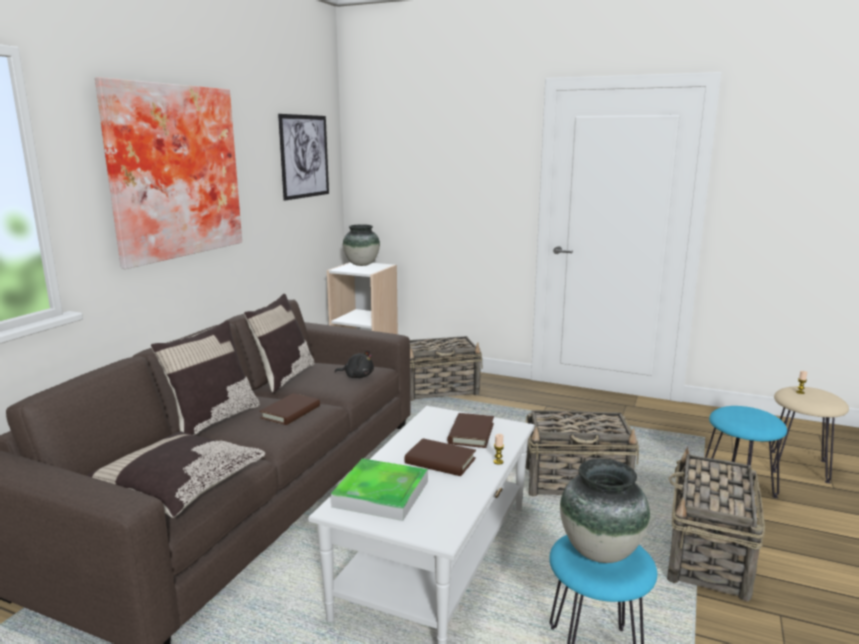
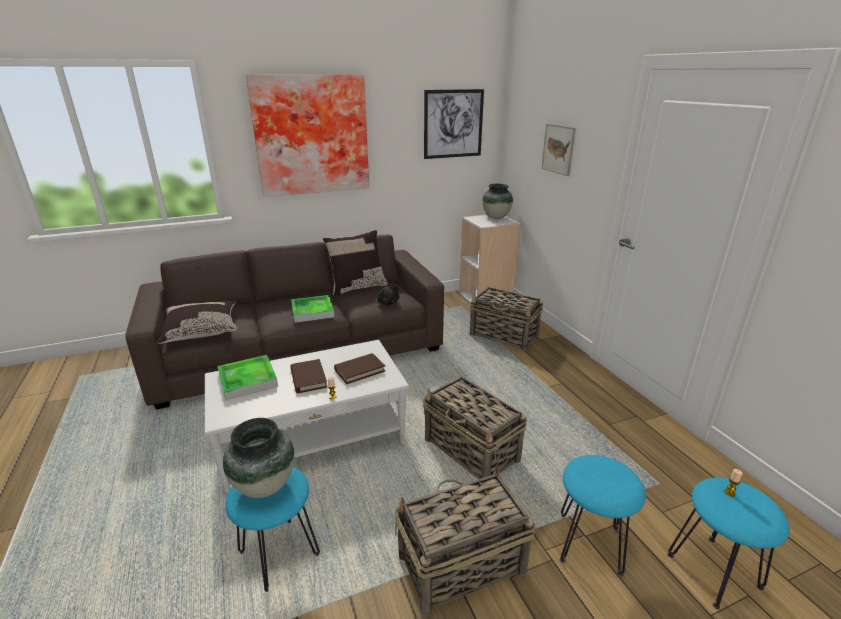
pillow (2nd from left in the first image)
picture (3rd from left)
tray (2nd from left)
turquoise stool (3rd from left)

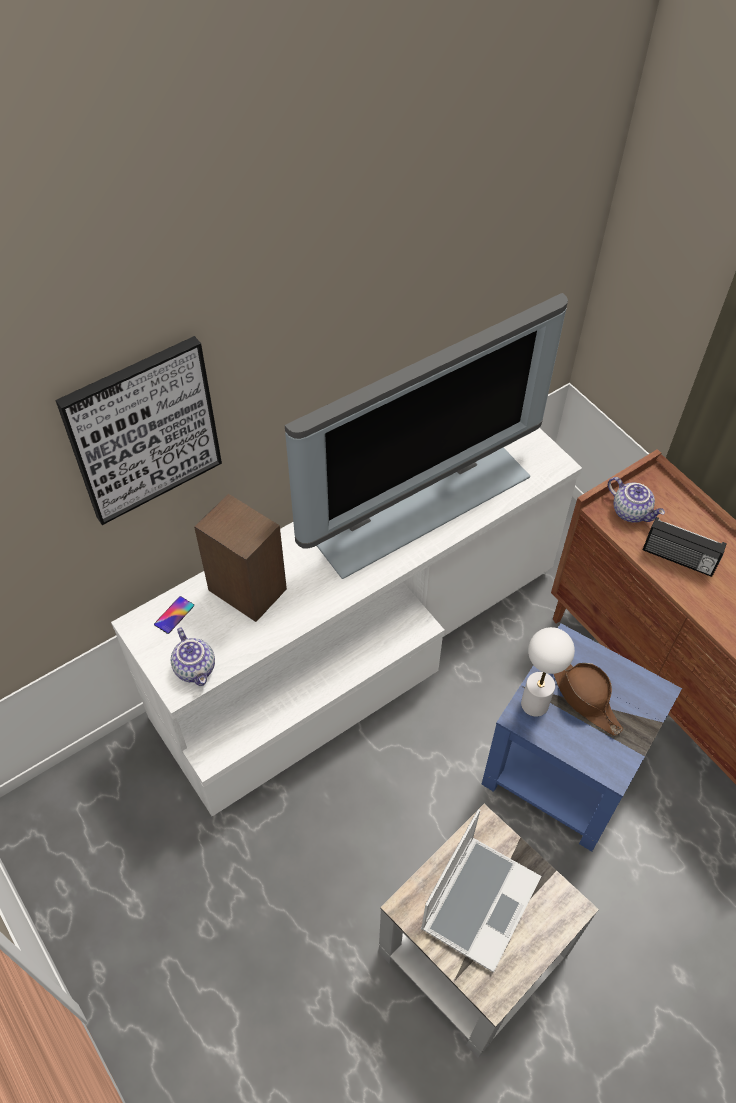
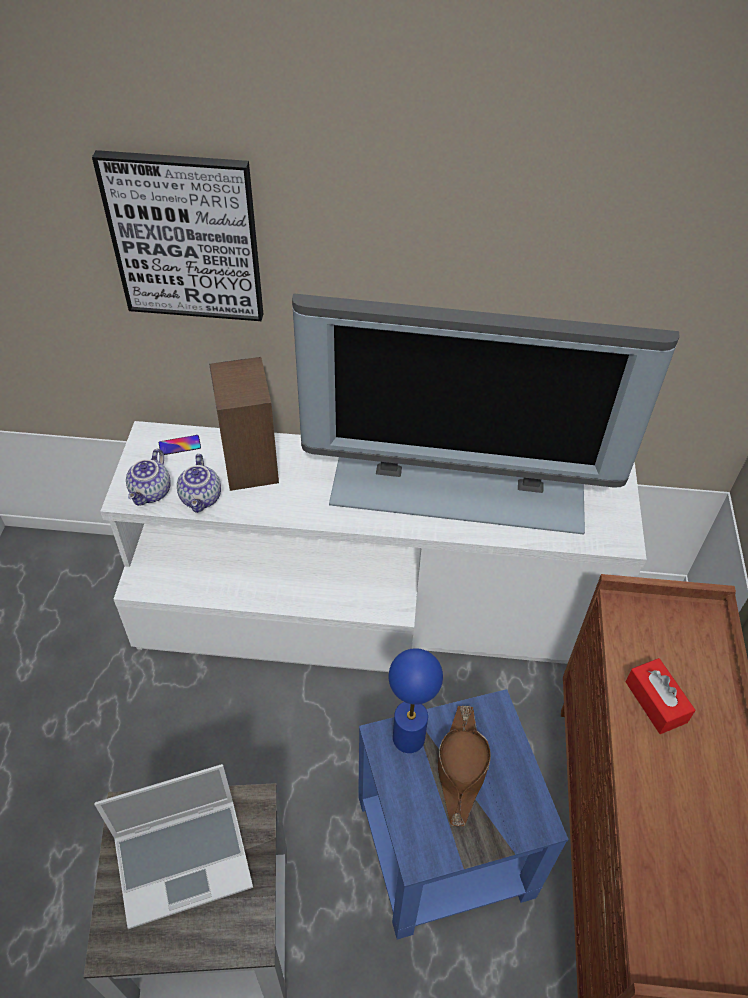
teapot (2nd from left)
red tissue box
blue table lamp

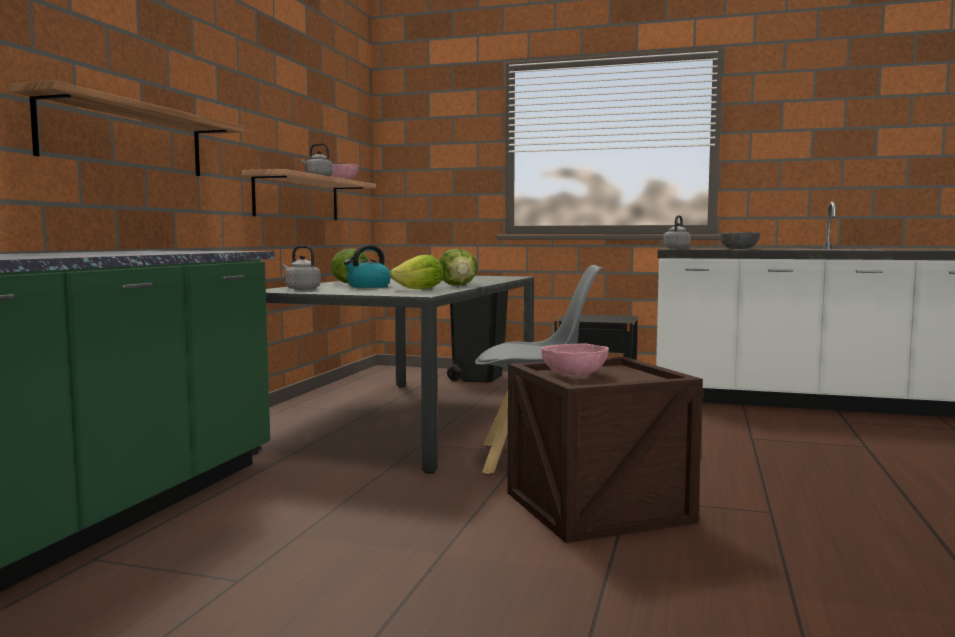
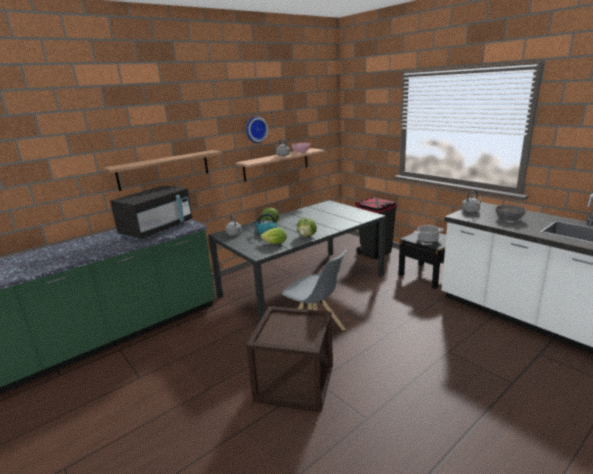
pink bowl (2nd from left in the first image)
black microwave
wall clock
cooking pot

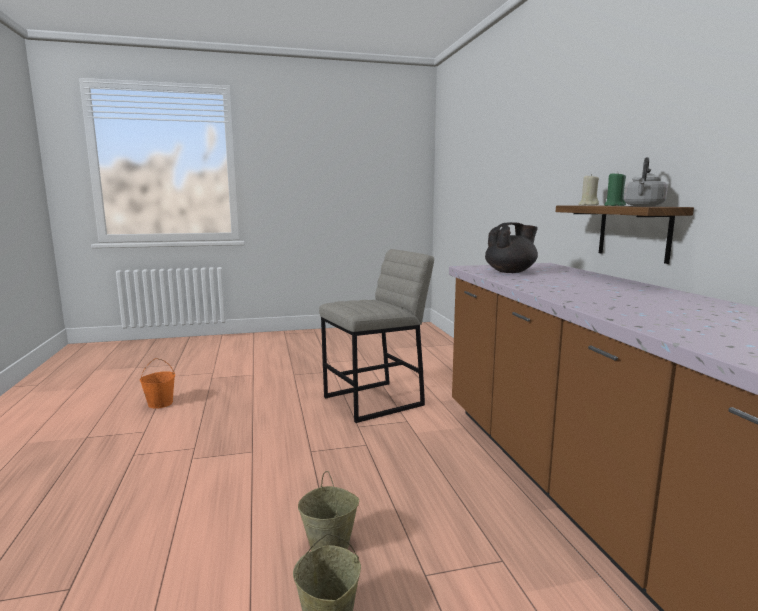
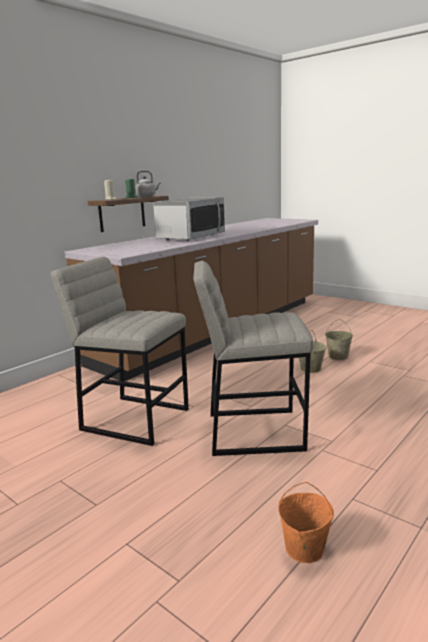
black teapot
microwave
grey chair (2nd from left)

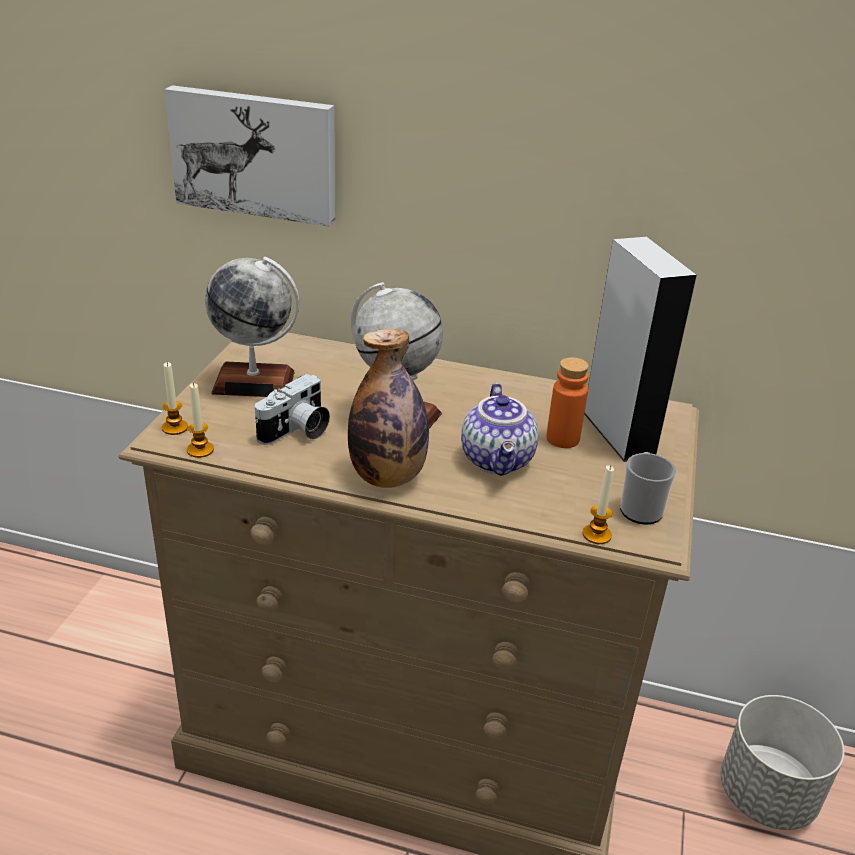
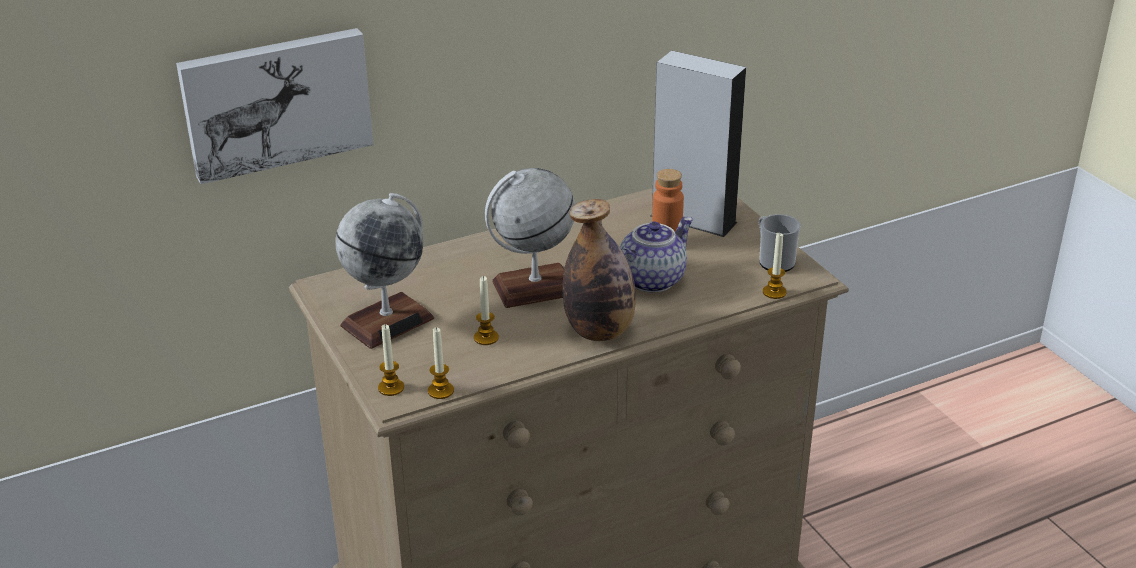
grey planter
candle (3rd from left)
teapot

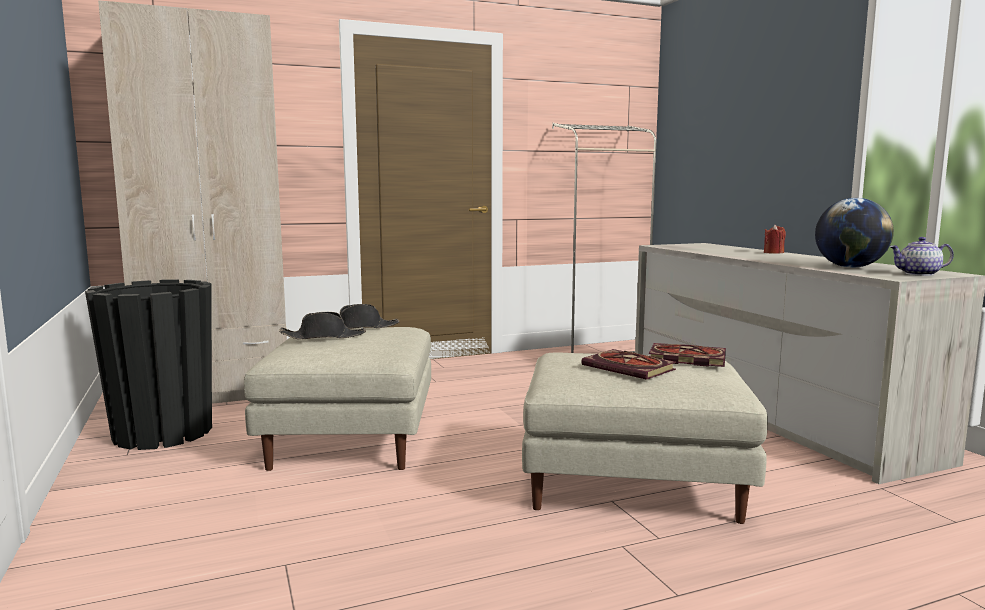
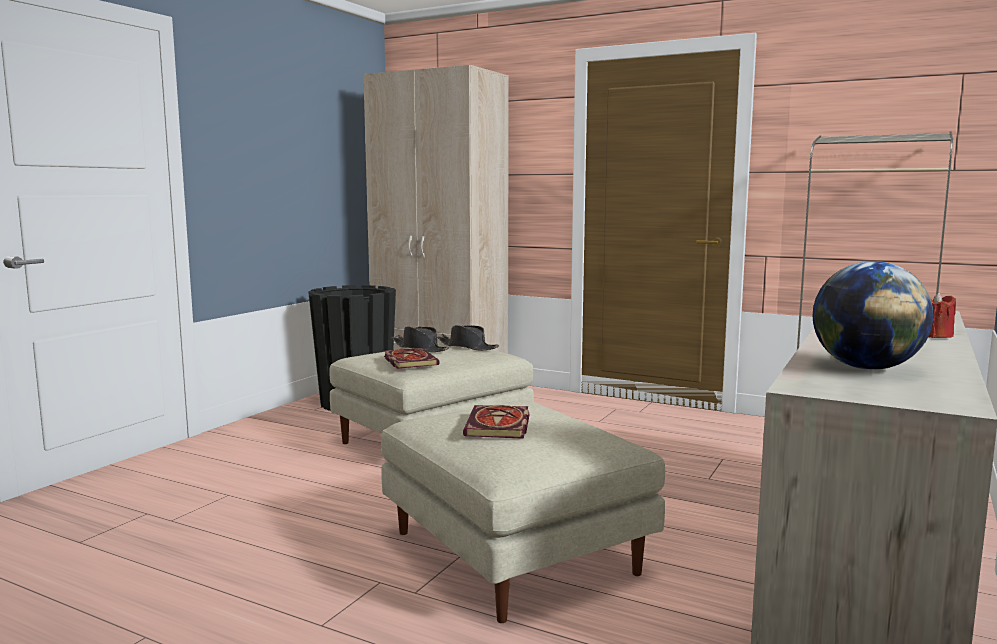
teapot
book (1st from left)

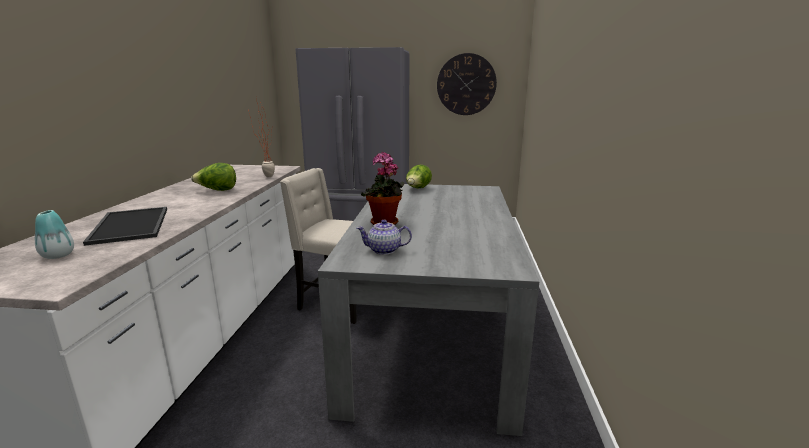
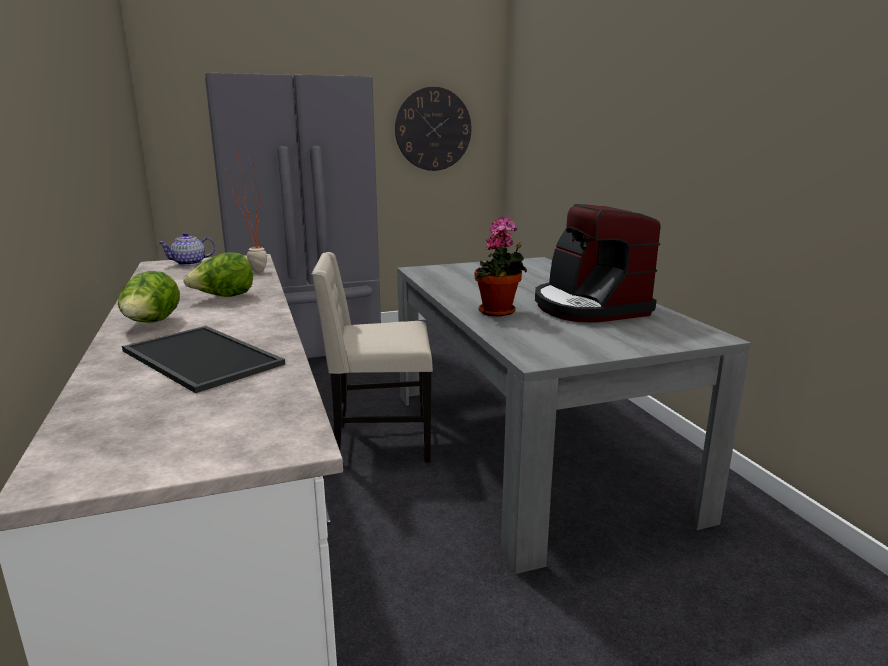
vase
coffee machine
teapot
lettuce (1st from left)

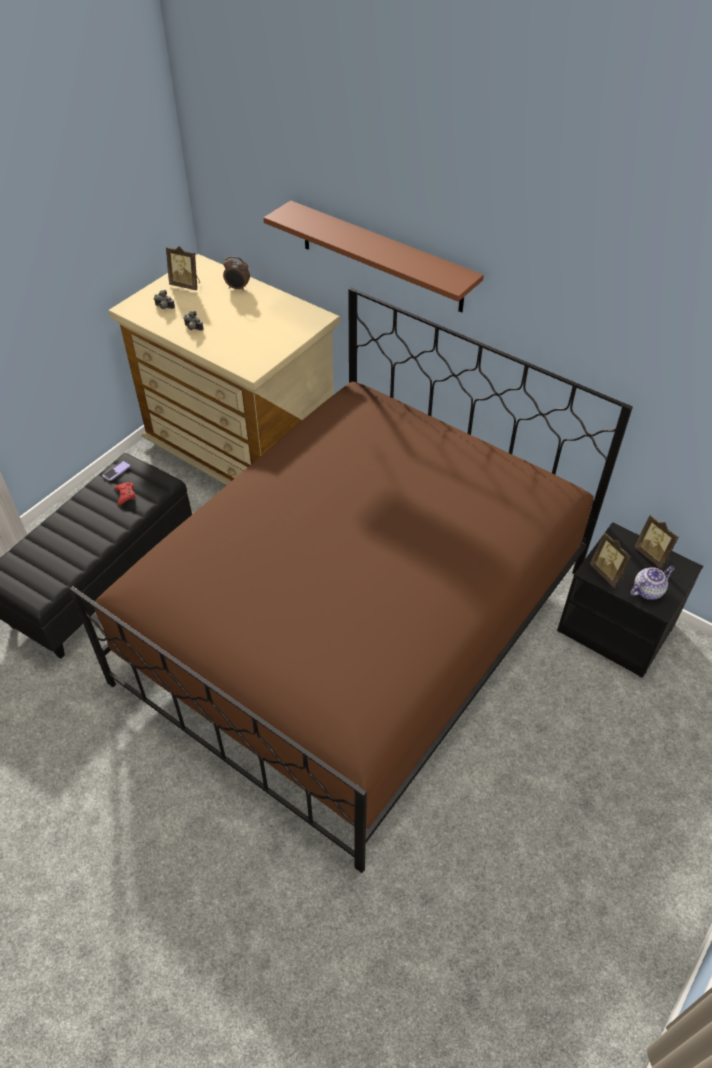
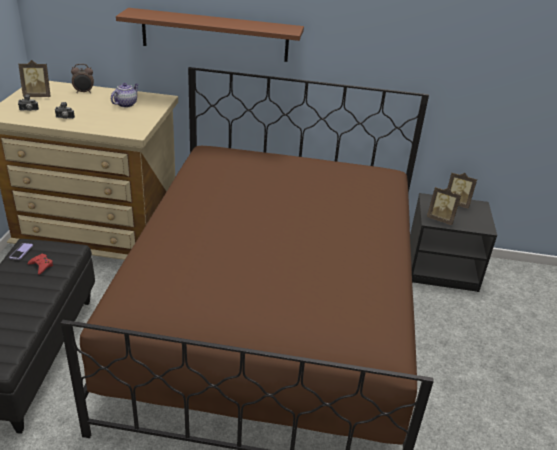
teapot

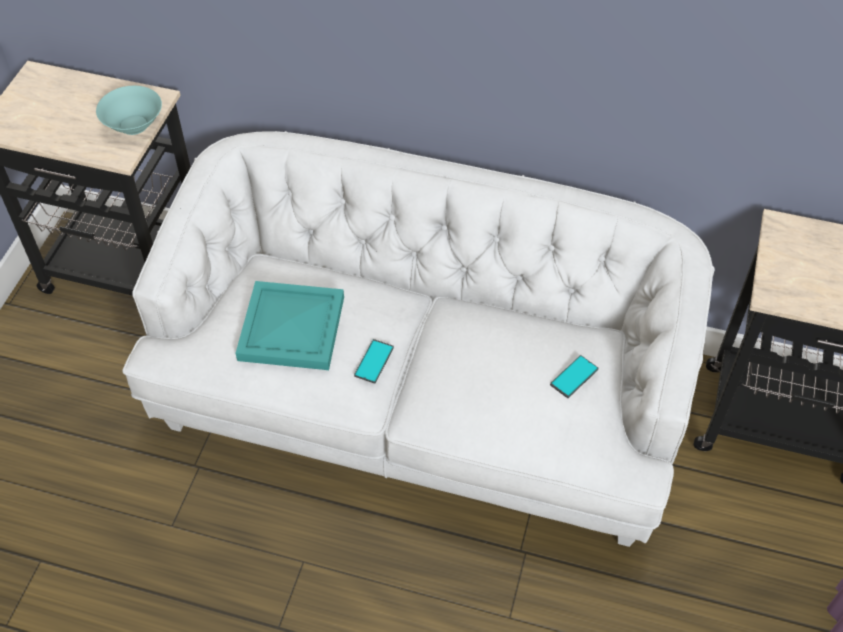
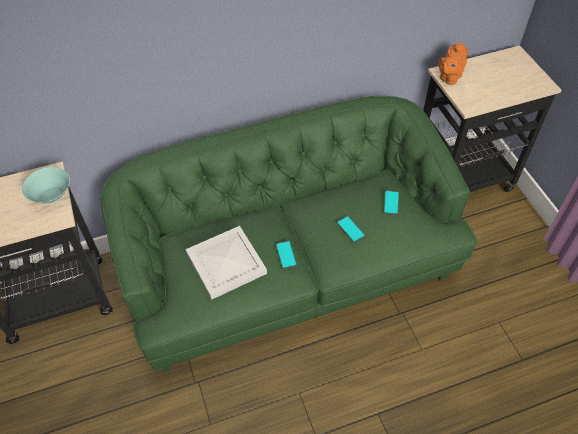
phone (2nd from left)
orange teapot
green sofa
white tray

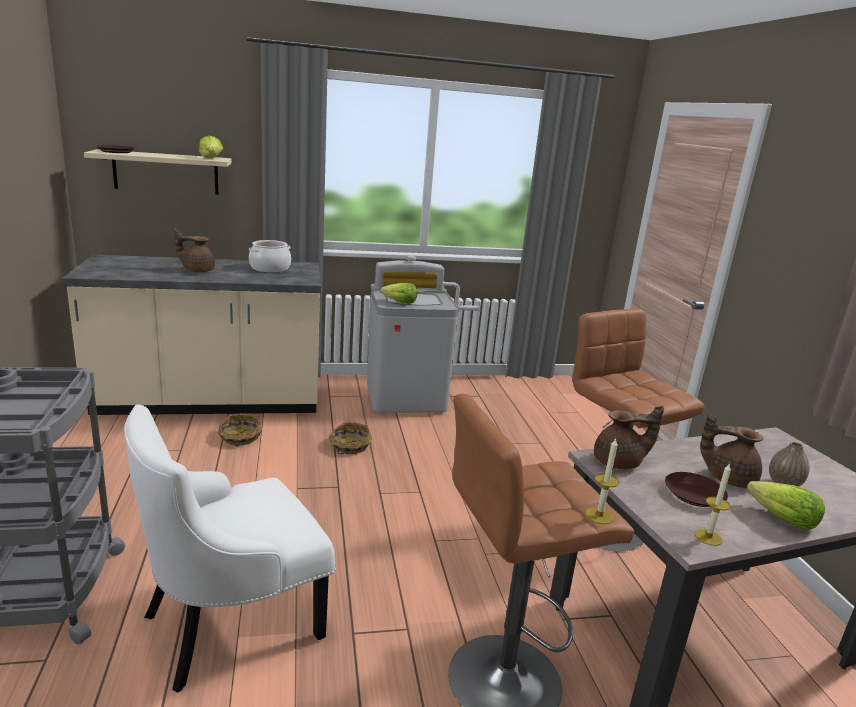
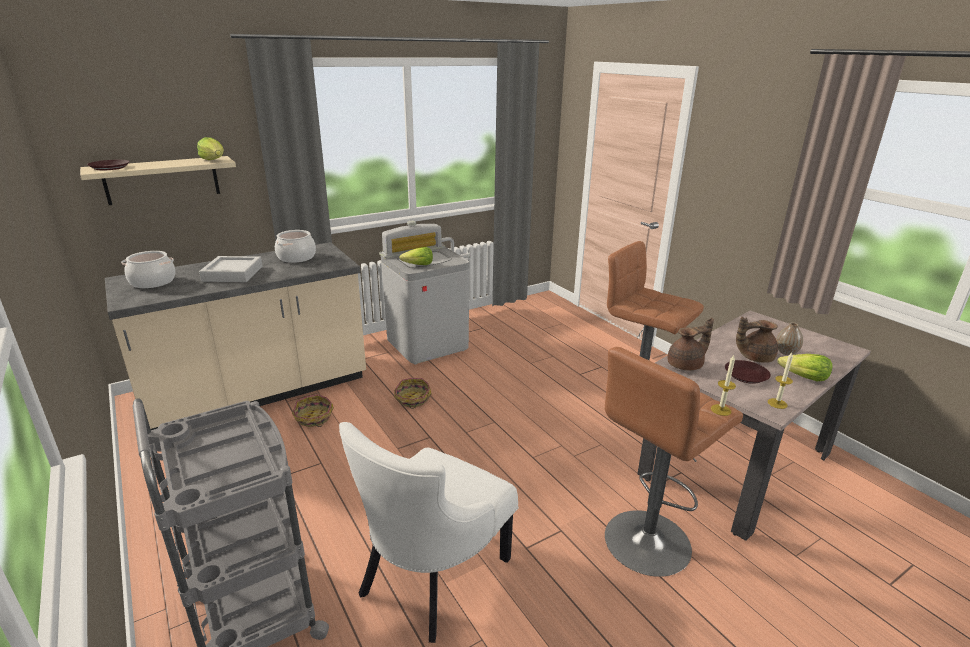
cooking pot (1st from left)
grey tray

